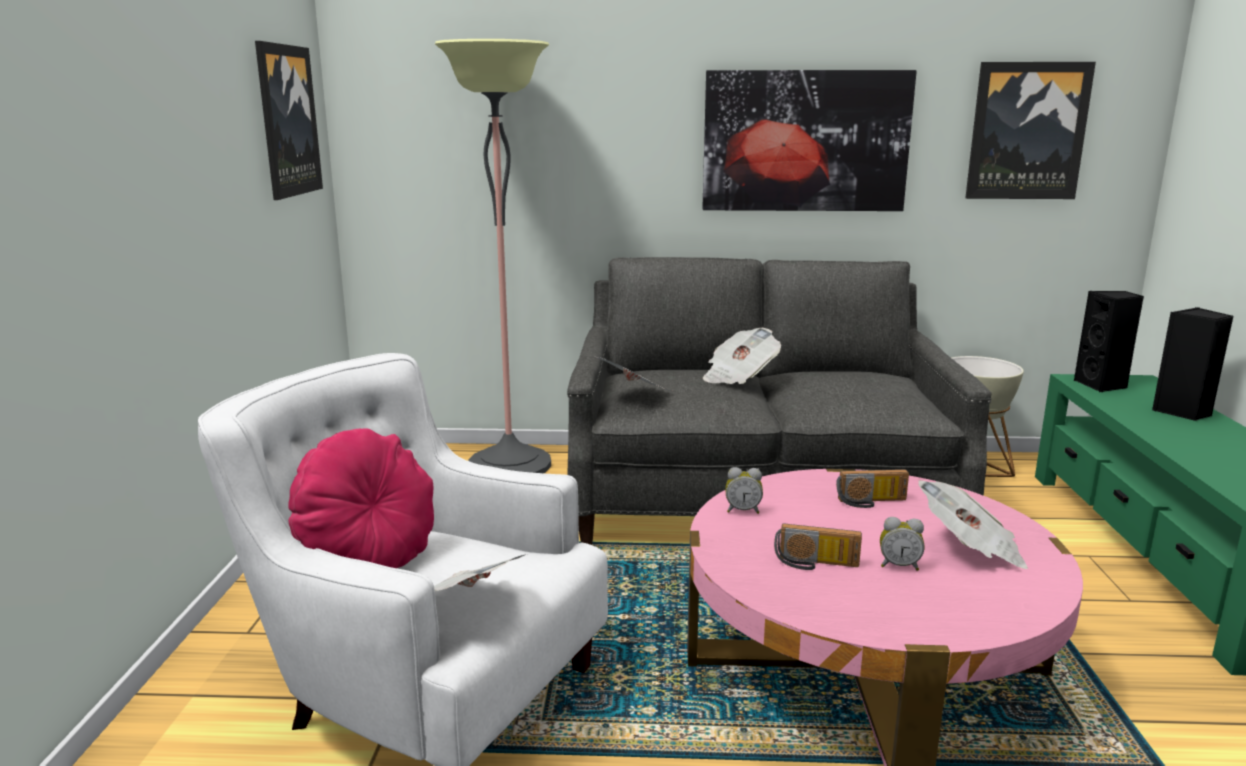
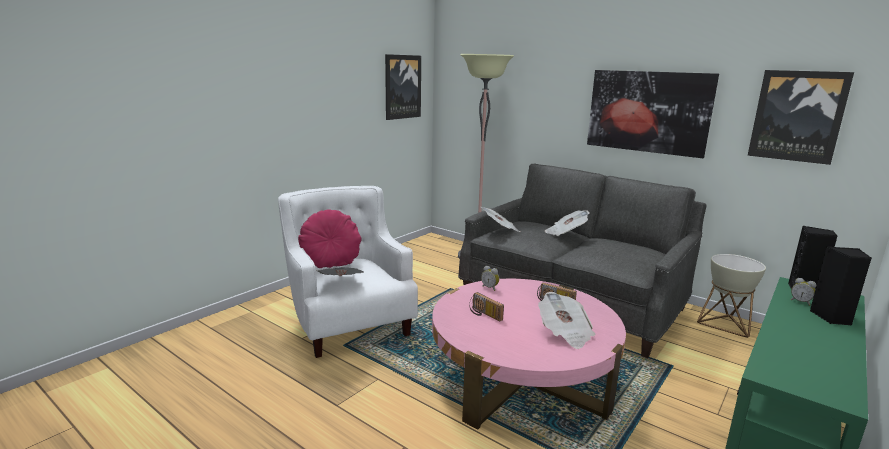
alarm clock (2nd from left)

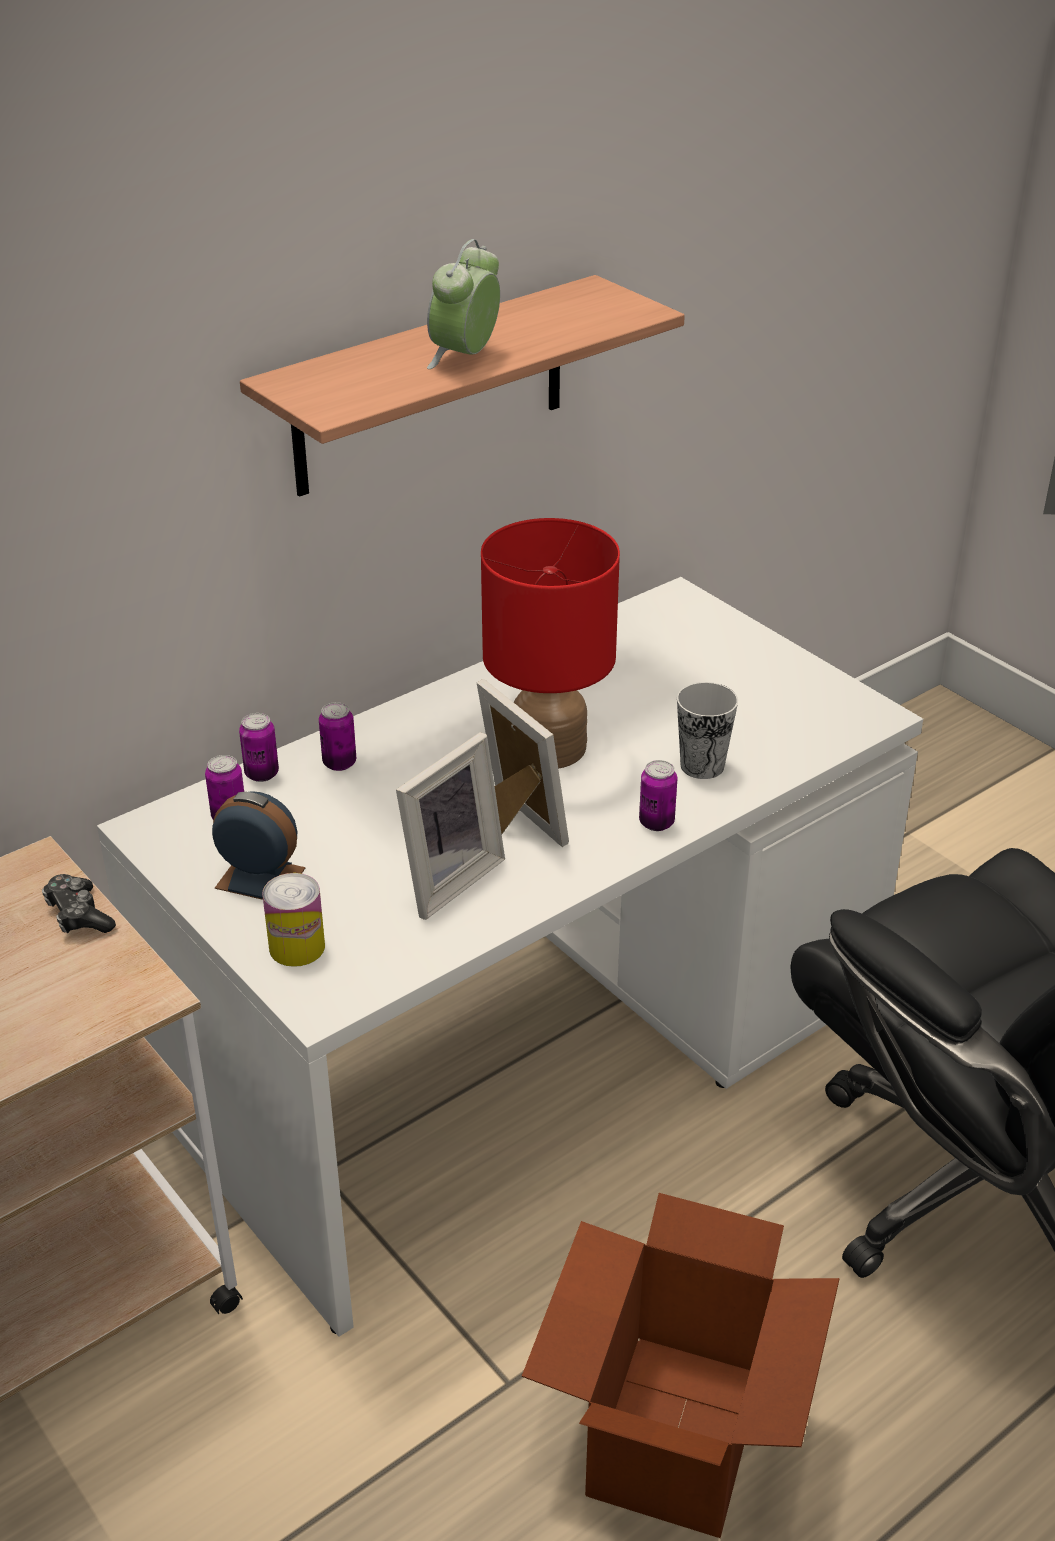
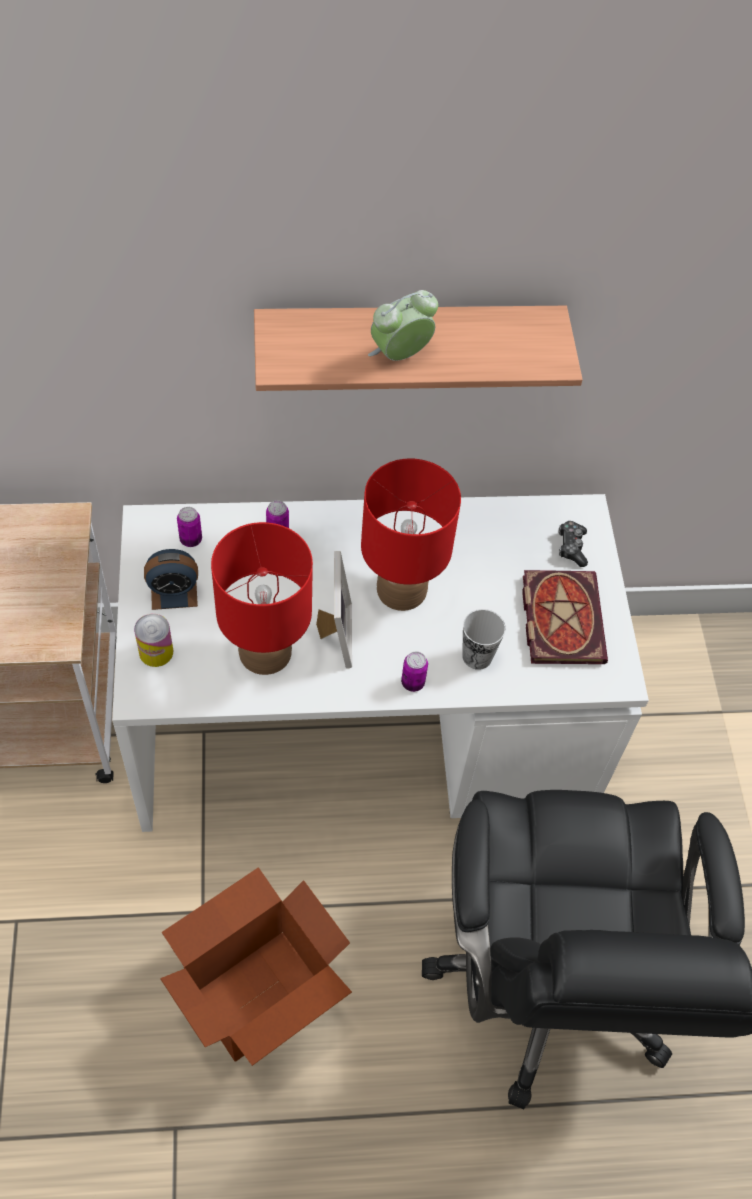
can (2nd from left in the first image)
book
game controller
red table lamp (1st from left)
alarm clock (1st from left)

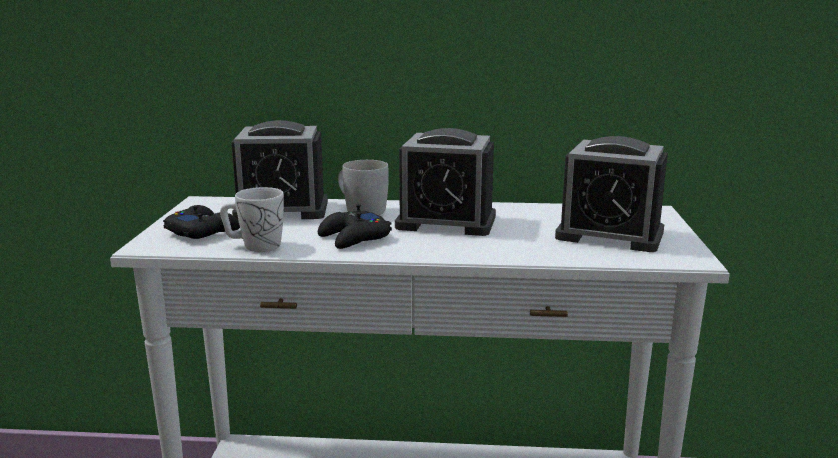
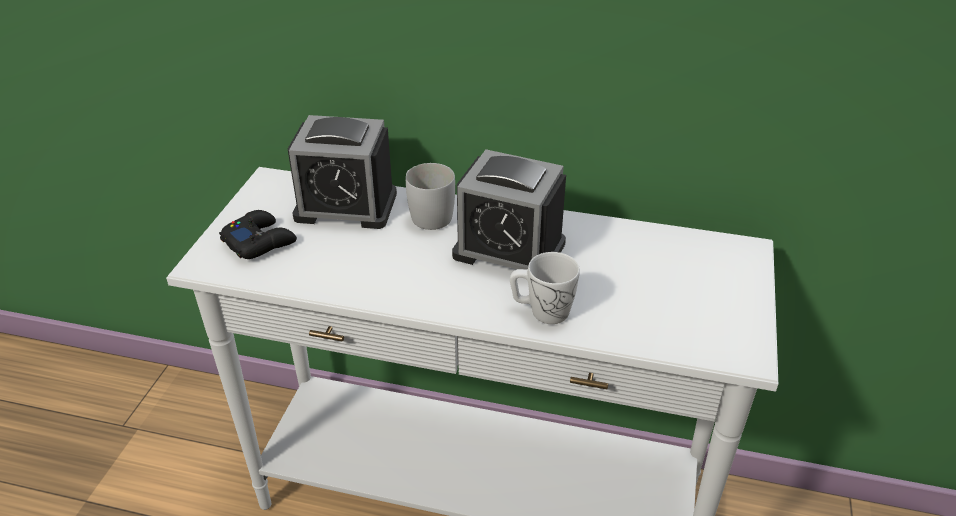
black game controller (2nd from left in the first image)
alarm clock (3rd from left in the first image)
white mug (2nd from left)

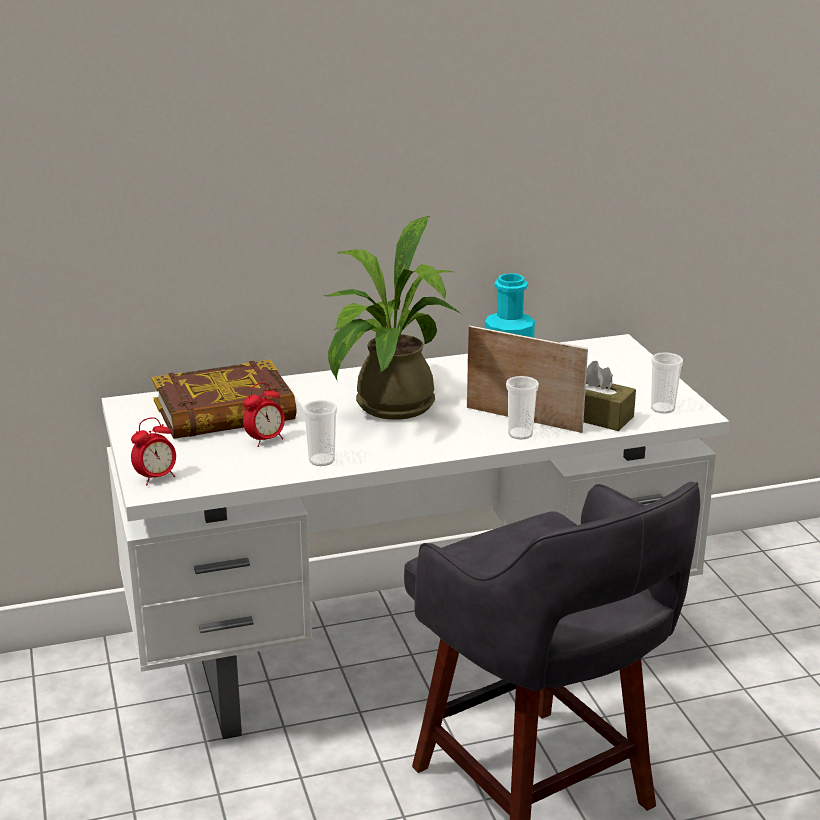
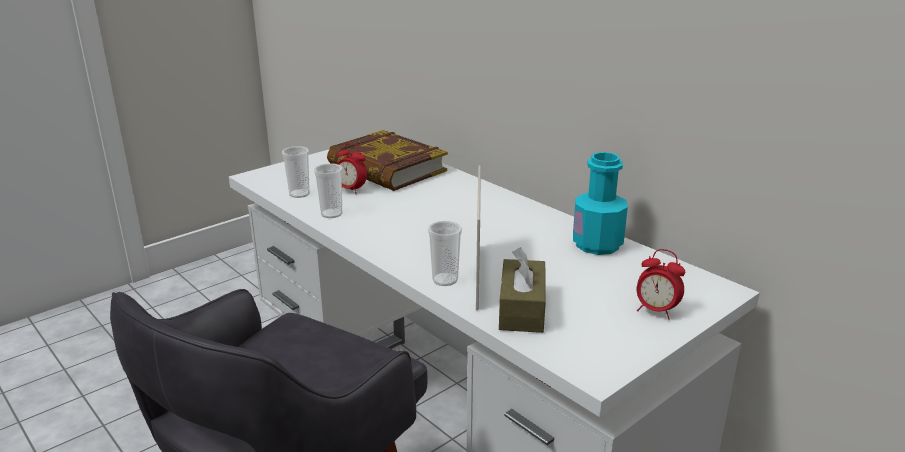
potted plant
alarm clock (2nd from left)
cup (1st from left)

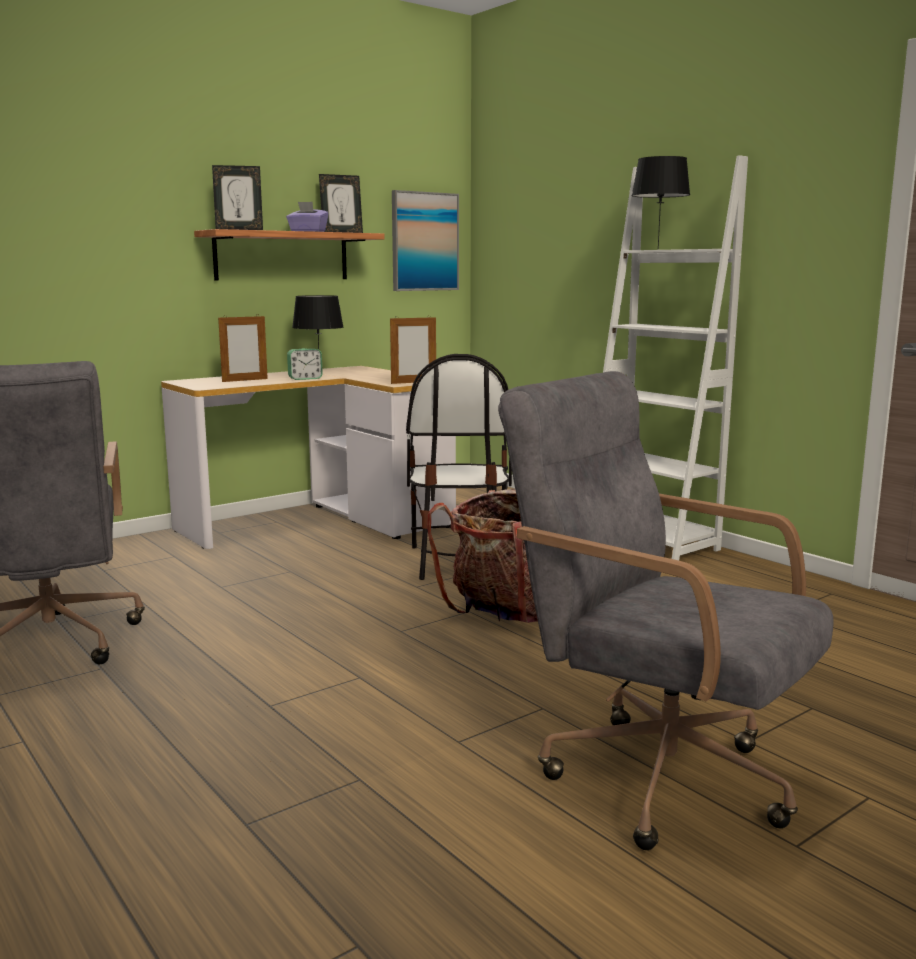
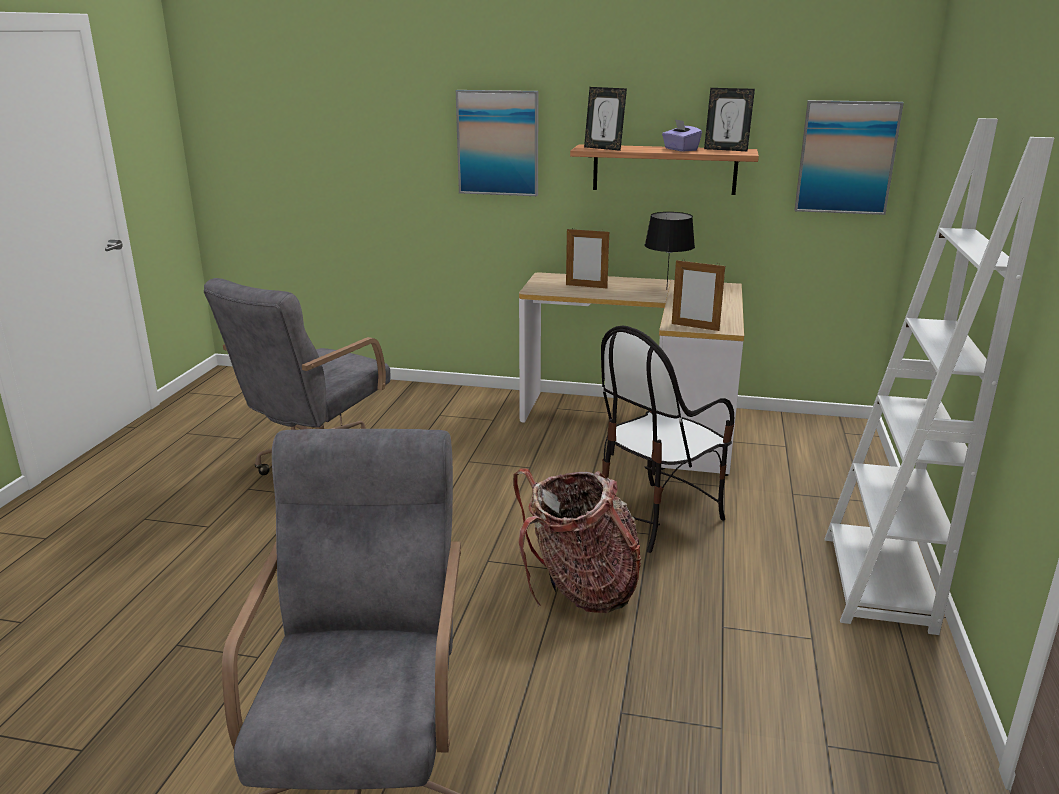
alarm clock
black table lamp (2nd from left in the first image)
picture (1st from left)

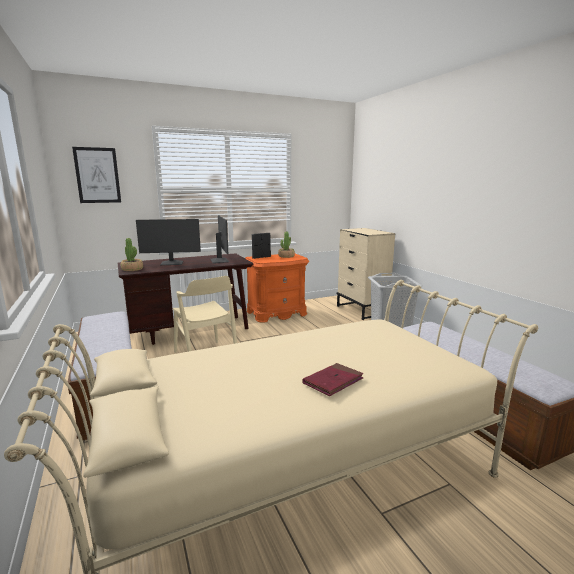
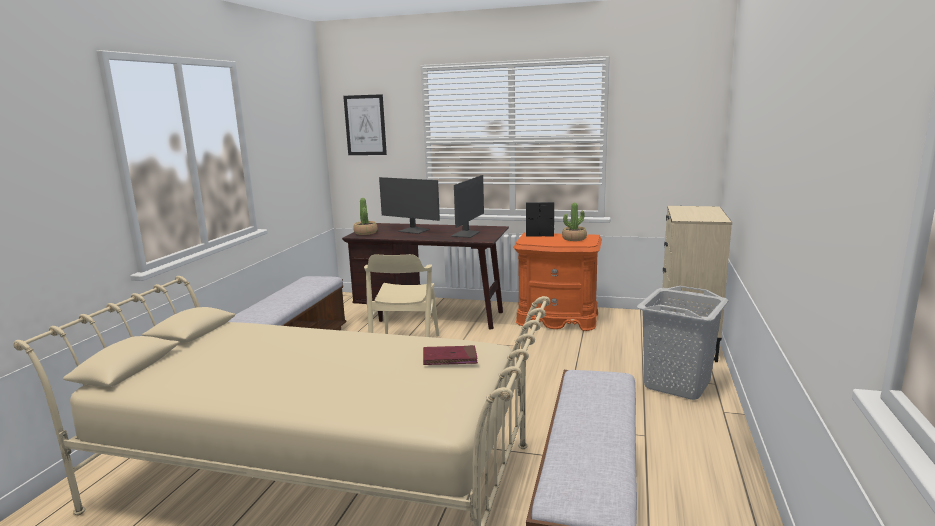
red book

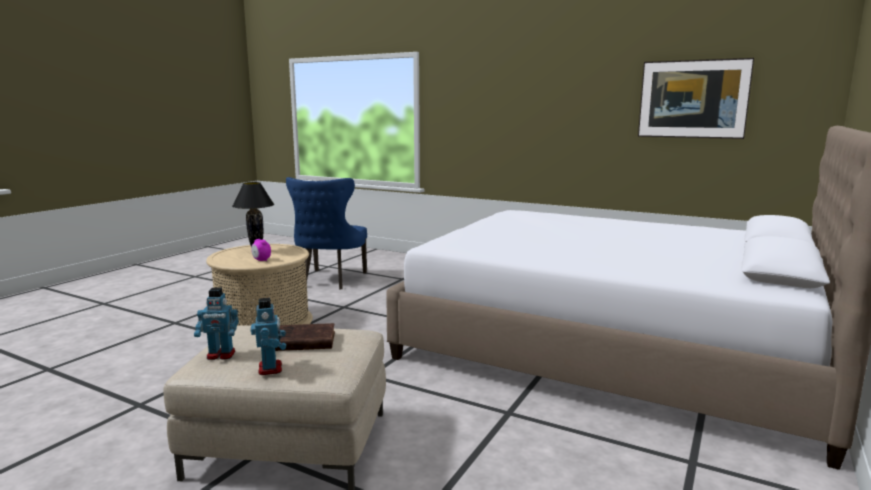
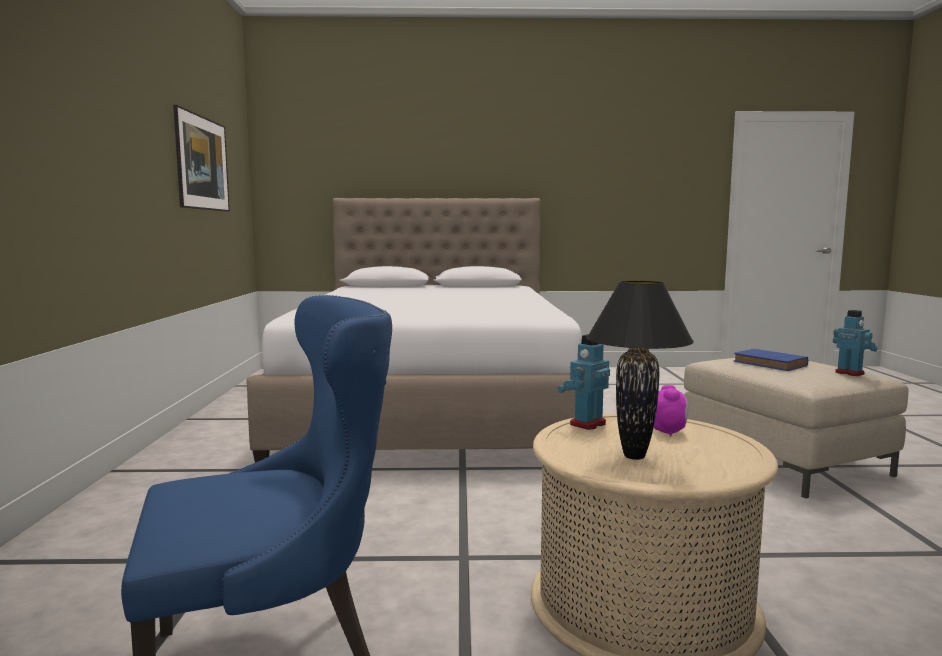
toy robot (1st from left)
blue book

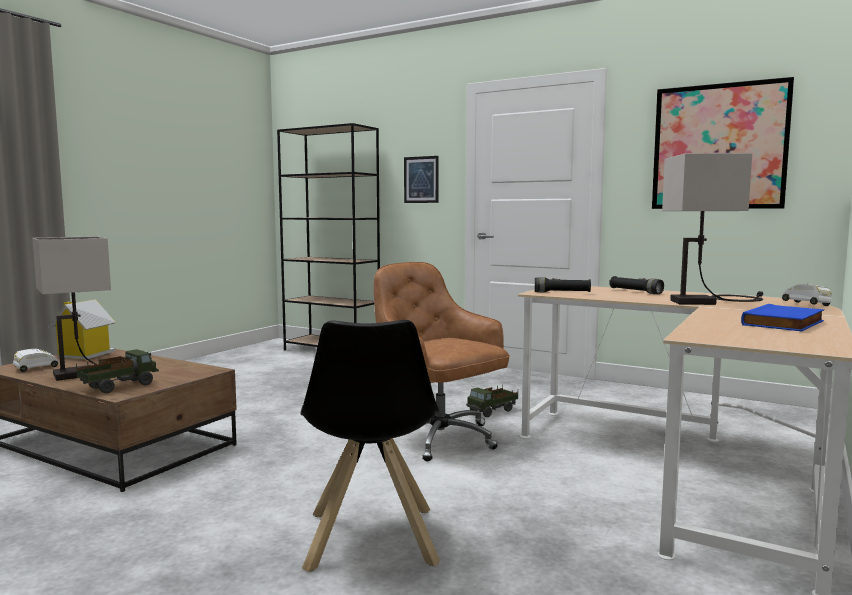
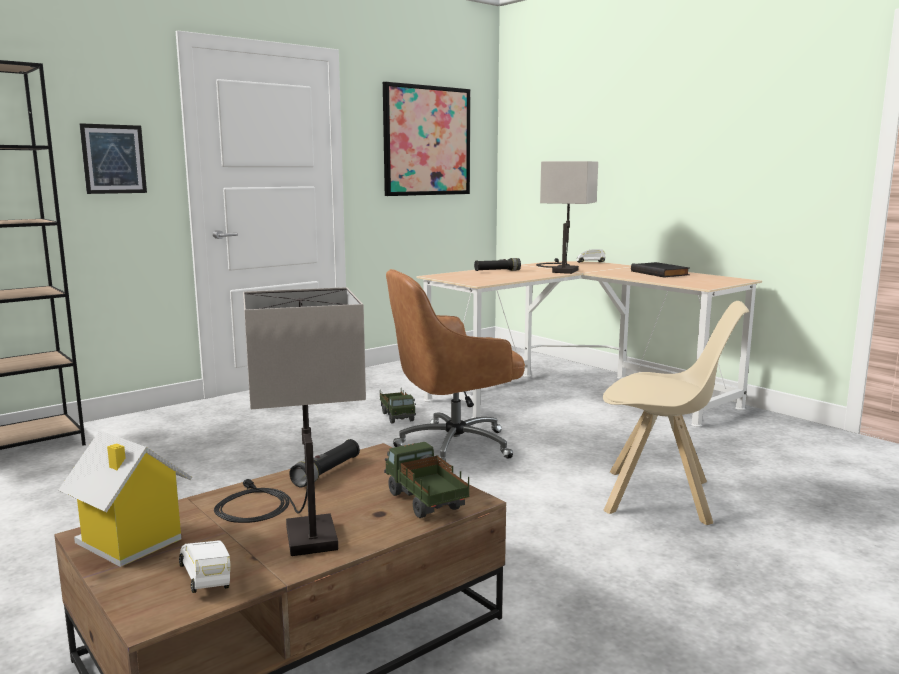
black flashlight (1st from left)
beige chair
black book

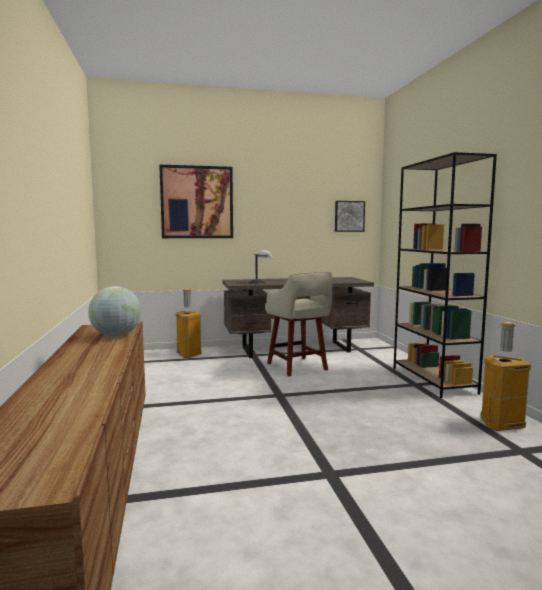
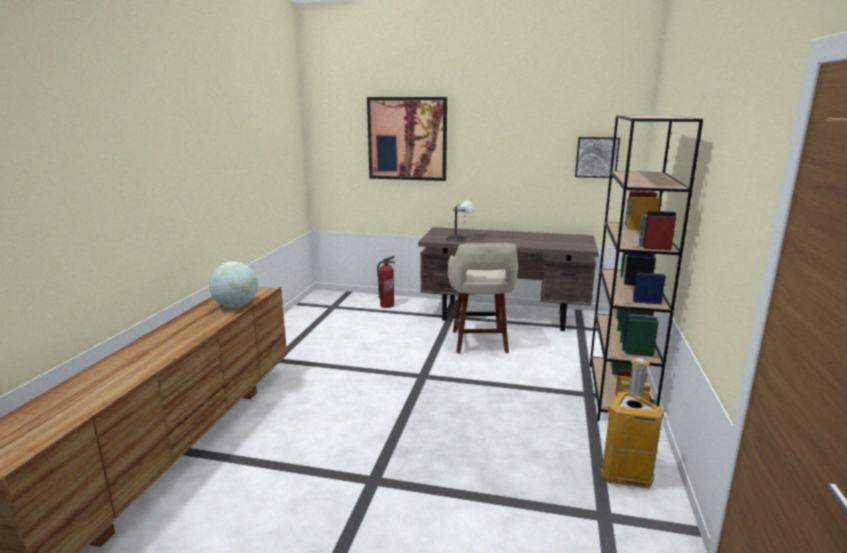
fire extinguisher

